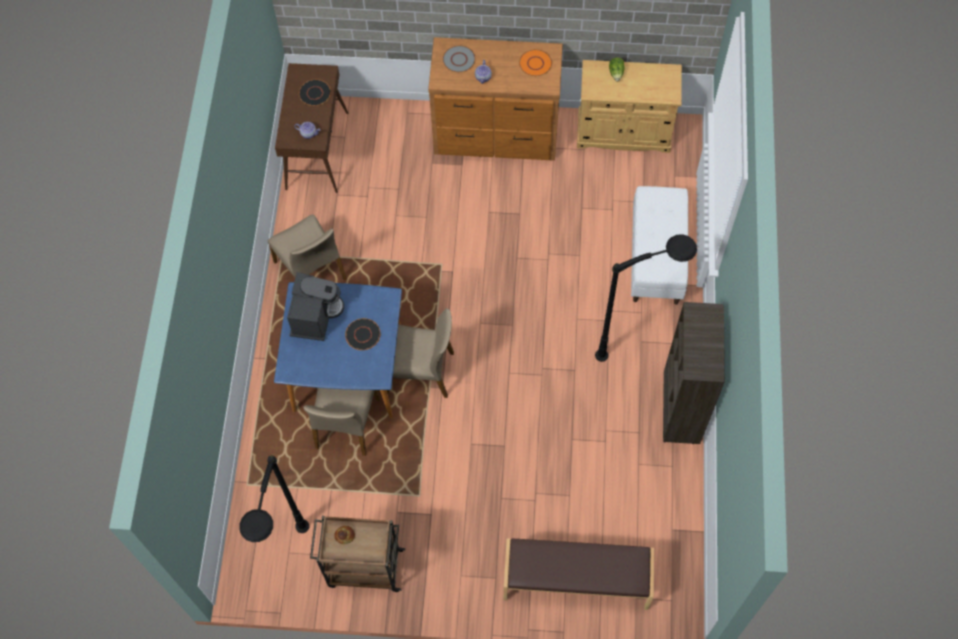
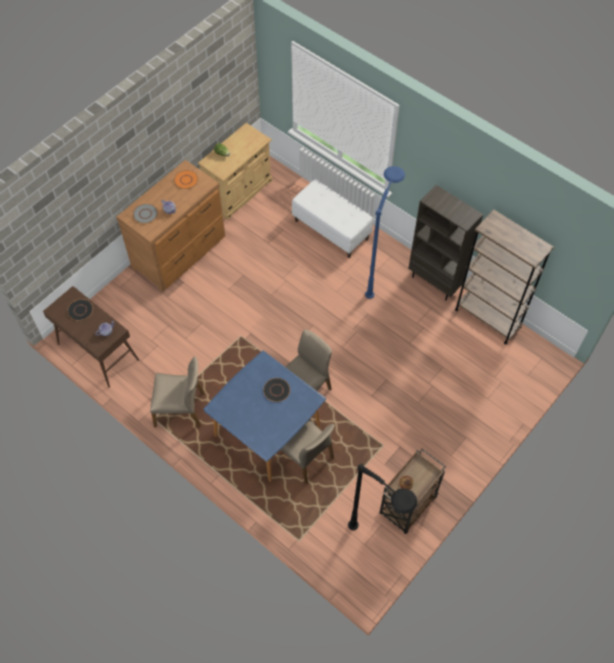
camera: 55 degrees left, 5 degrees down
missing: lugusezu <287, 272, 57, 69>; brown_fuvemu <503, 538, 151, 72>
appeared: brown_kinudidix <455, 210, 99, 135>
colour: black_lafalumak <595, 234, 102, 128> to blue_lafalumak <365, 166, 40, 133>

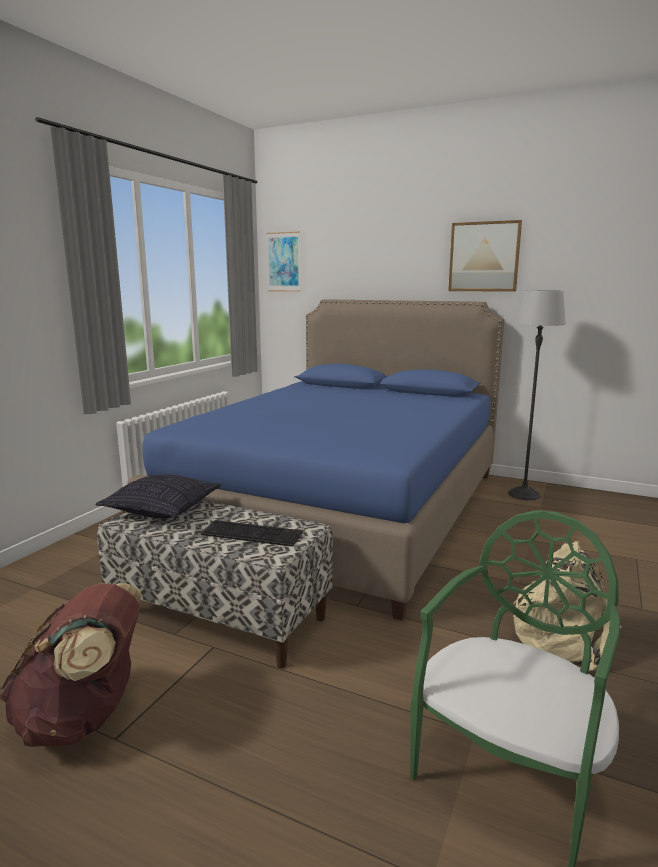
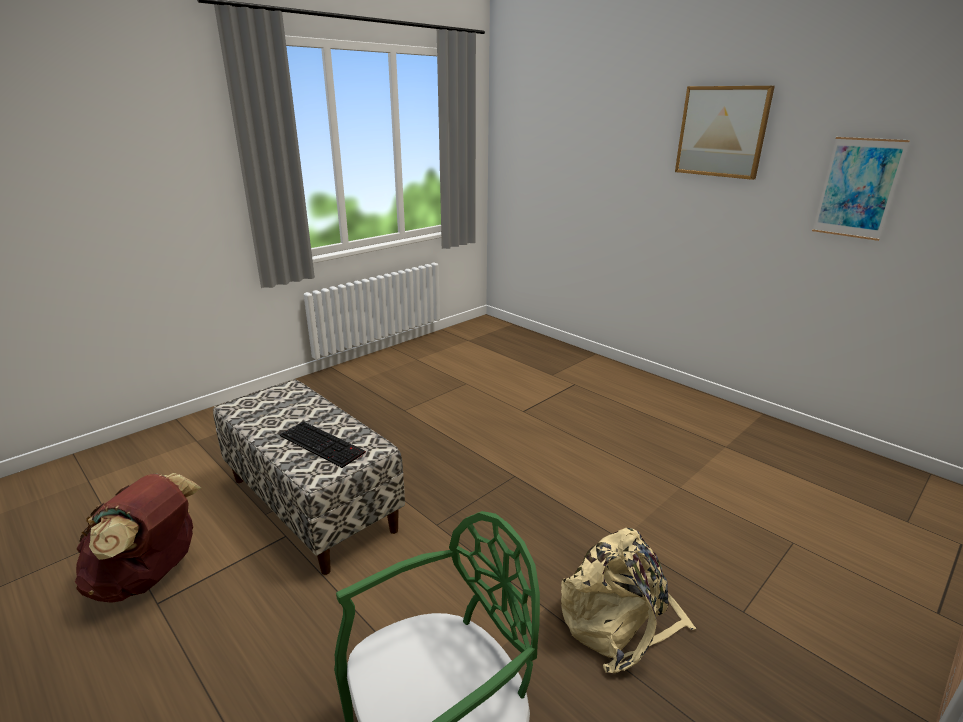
camera: 20 degrees right, 10 degrees up
missing: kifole <96, 474, 125, 44>; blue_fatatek <127, 299, 377, 321>; lafalumak <508, 290, 58, 211>
relocated: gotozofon <266, 232, 35, 60> to <812, 137, 98, 104>

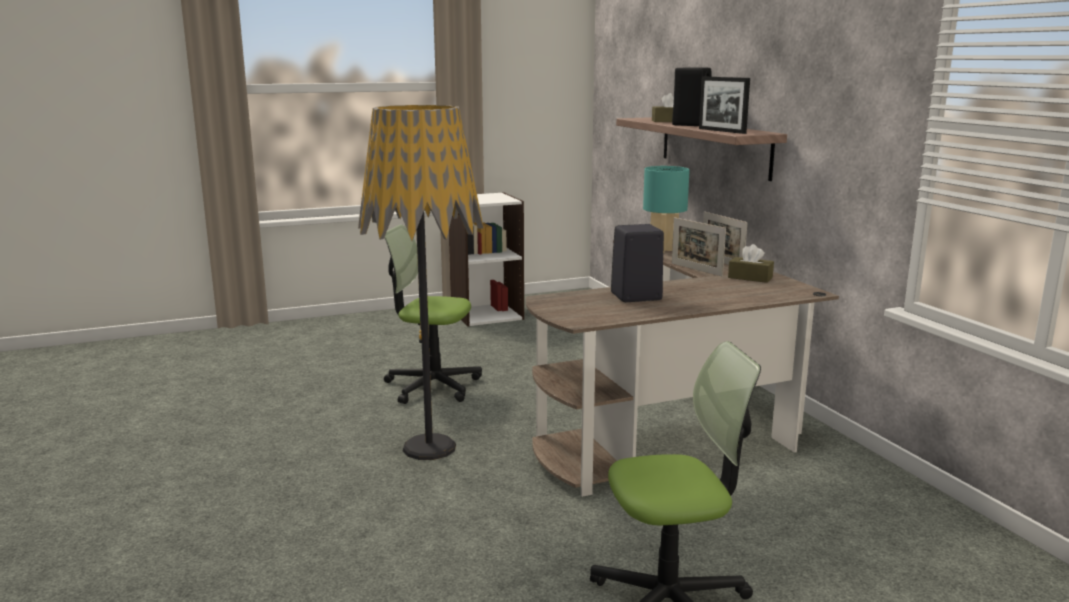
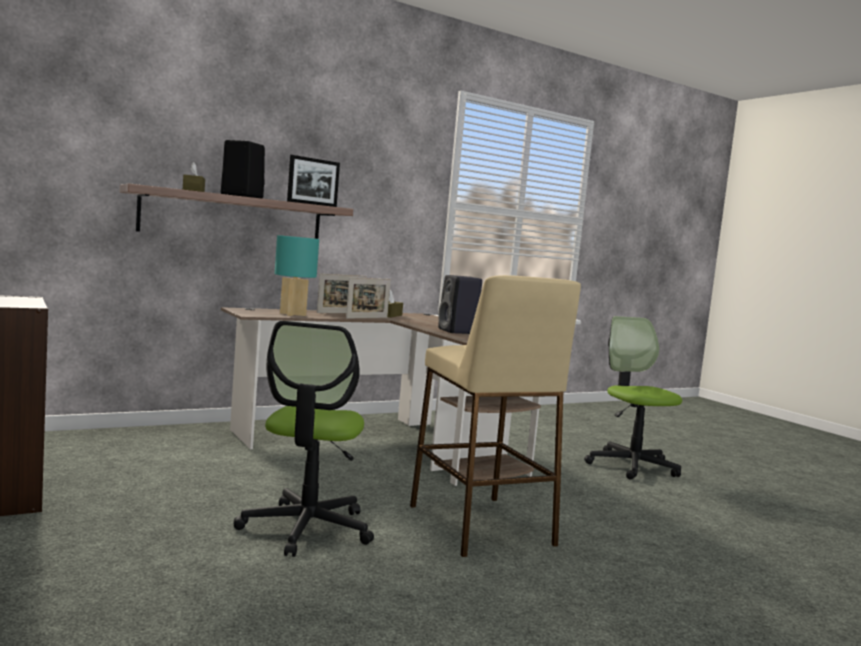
camera: 100 degrees left, 10 degrees down
exchanged: lafalumak <358, 105, 126, 355> to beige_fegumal <410, 275, 171, 282>

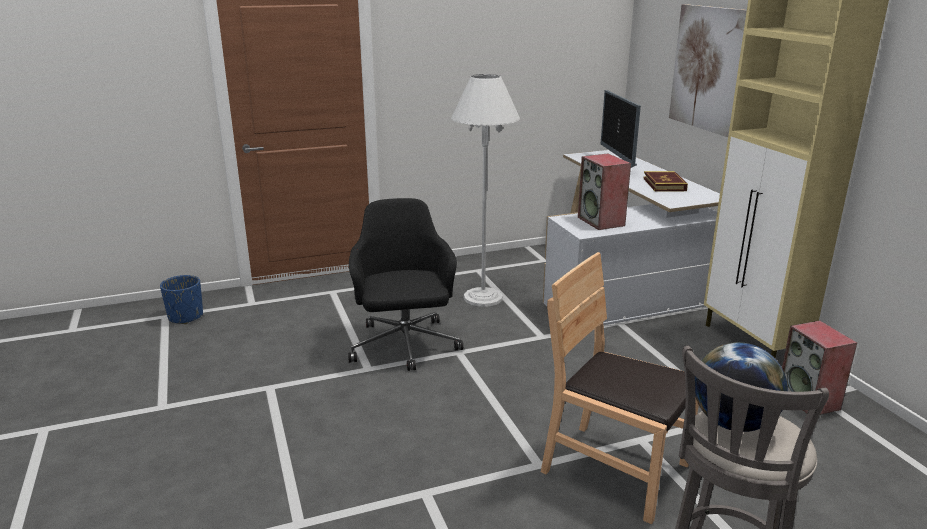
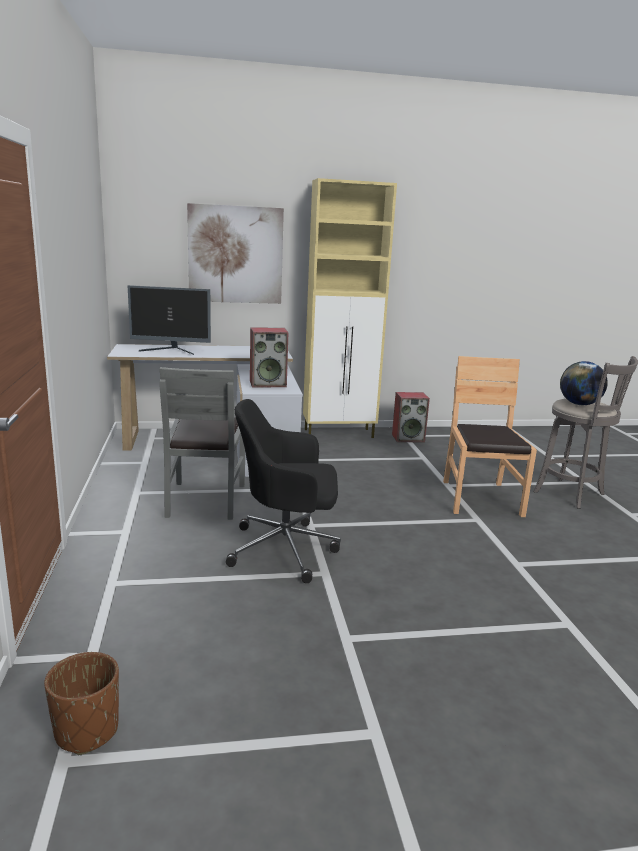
camera: 80 degrees left, 5 degrees down
missing: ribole <643, 171, 45, 21>
exchanged: white_lafalumak <451, 74, 69, 233> to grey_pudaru <159, 367, 86, 153>
colour: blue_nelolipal <160, 275, 43, 49> to brown_nelolipal <44, 652, 75, 103>
spun: brown_pudaru <541, 252, 158, 273> = <443, 356, 94, 161> 135 degrees clockwise

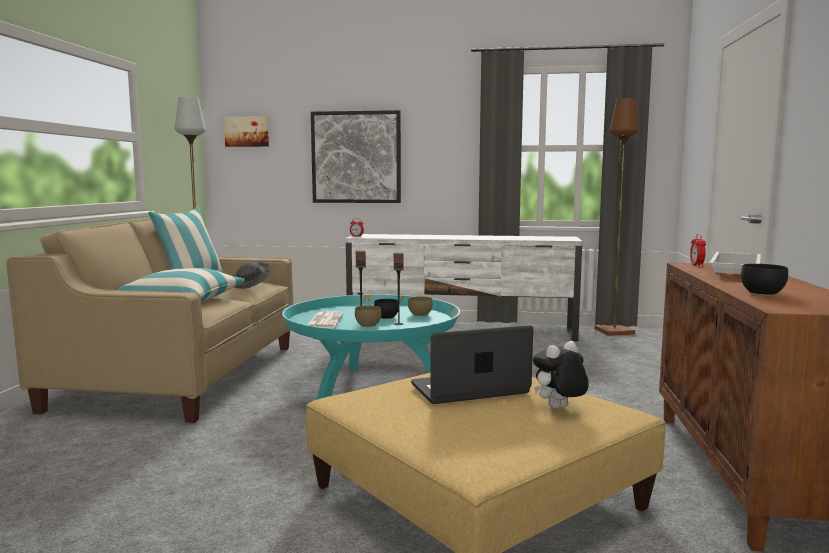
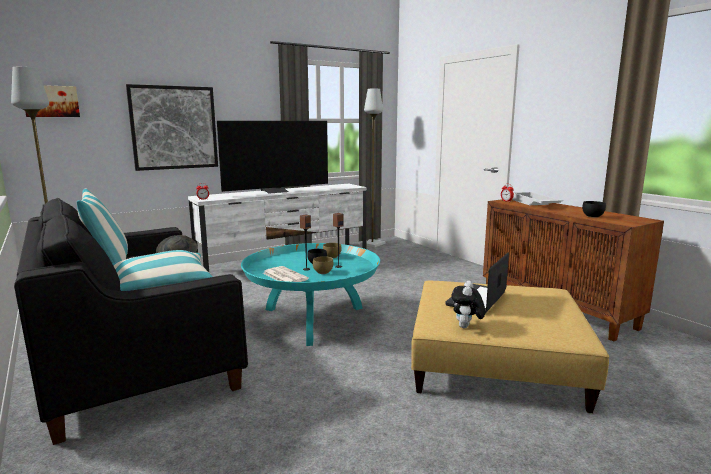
camera: 40 degrees left, 5 degrees up
appeared: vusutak <217, 121, 111, 73>
relocated: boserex <533, 341, 56, 68> to <451, 281, 34, 47>
colour: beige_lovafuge <6, 219, 288, 204> to black_lovafuge <14, 198, 234, 247>; brown_lafalumak <594, 99, 45, 237> to grey_lafalumak <359, 89, 27, 159>

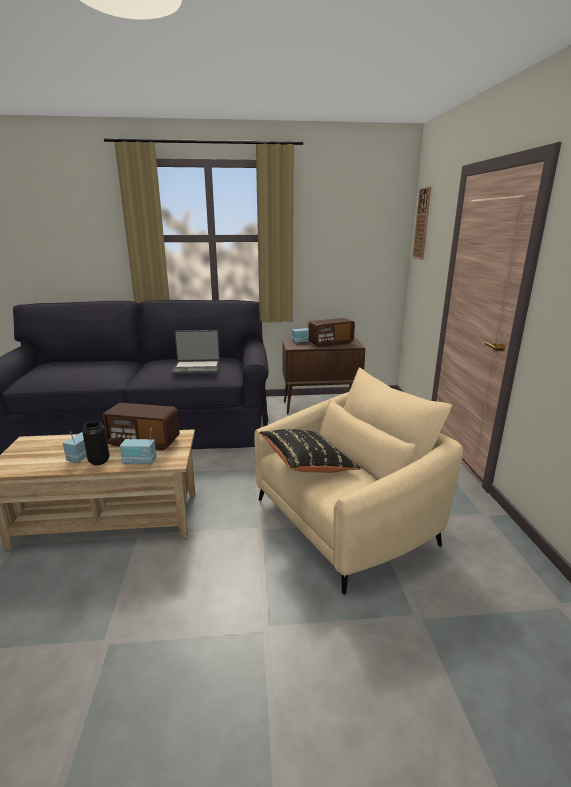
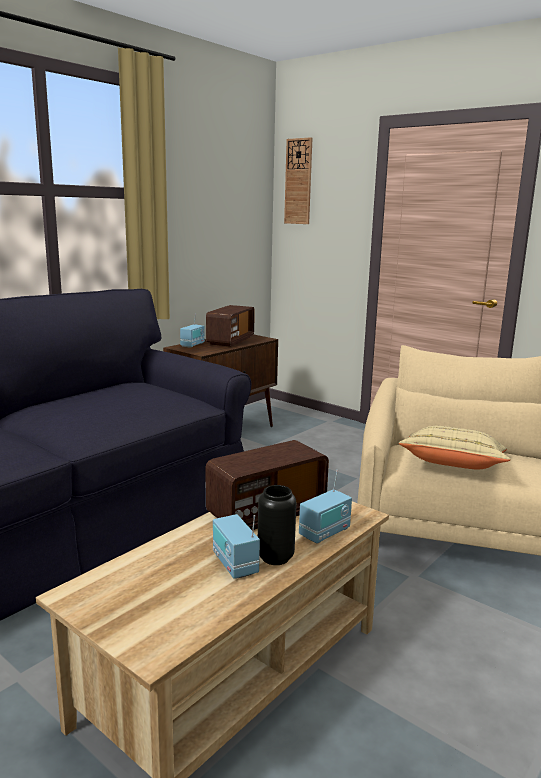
camera: 45 degrees left, 5 degrees down
missing: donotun <172, 330, 48, 44>
colour: black_kifole <259, 429, 102, 44> to beige_kifole <399, 426, 112, 43>

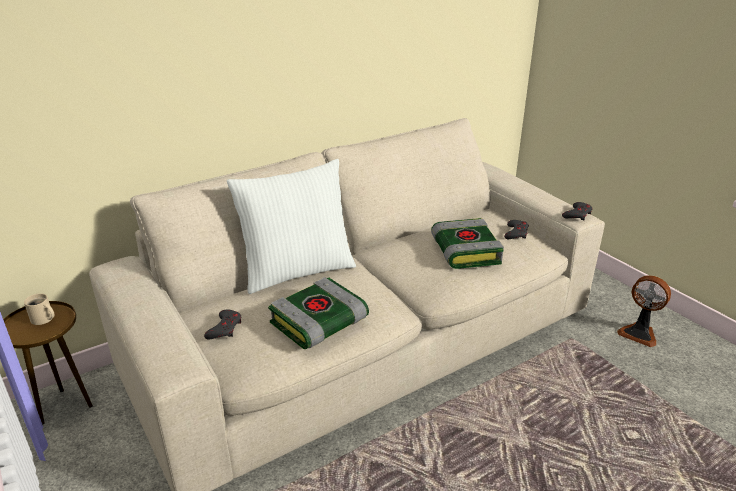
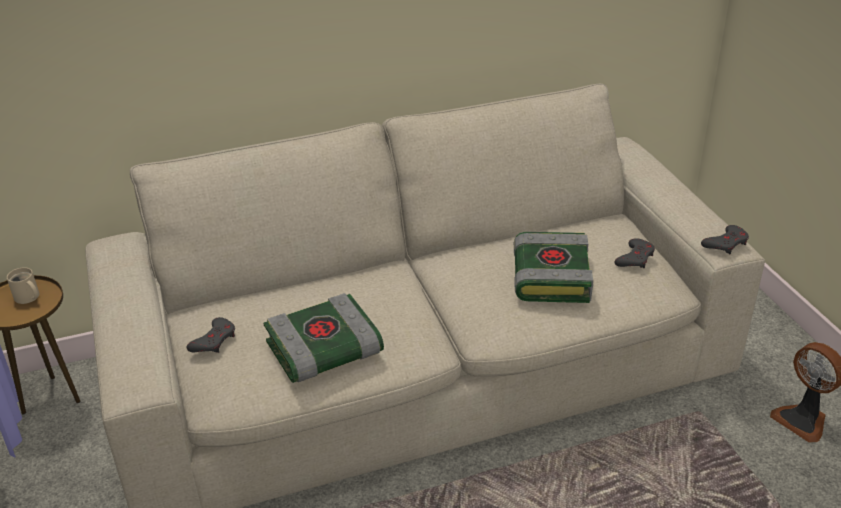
camera: 15 degrees right, 5 degrees up
missing: white_kifole <227, 159, 129, 135>

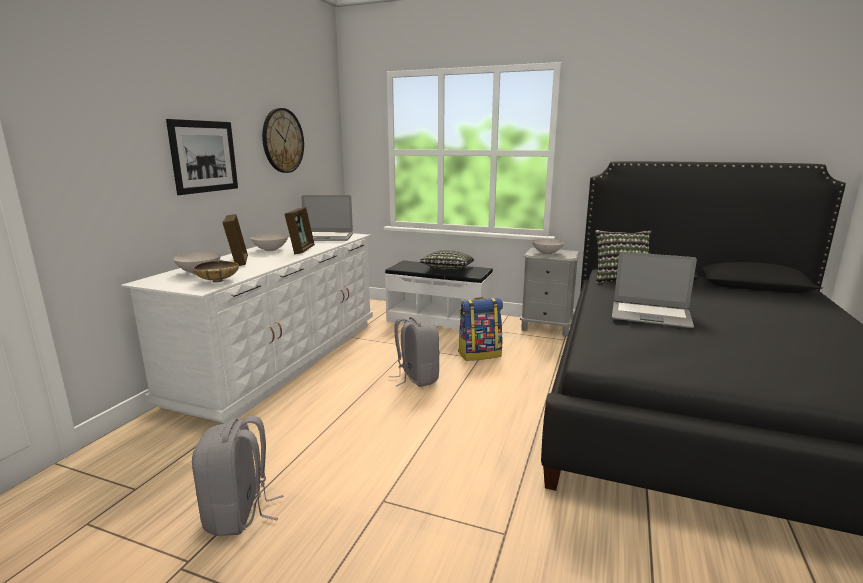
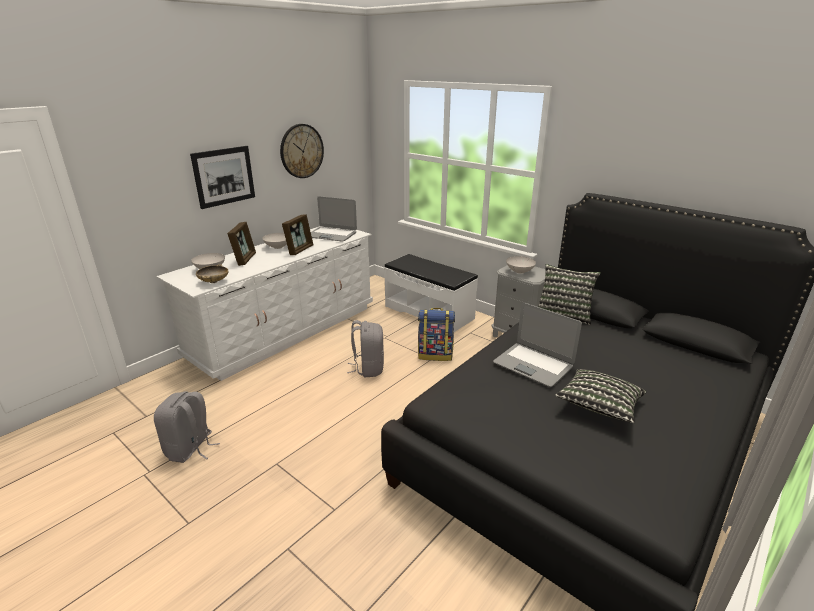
camera: 20 degrees right, 10 degrees up
relocated: kifole <419, 250, 55, 20> to <555, 369, 91, 54>

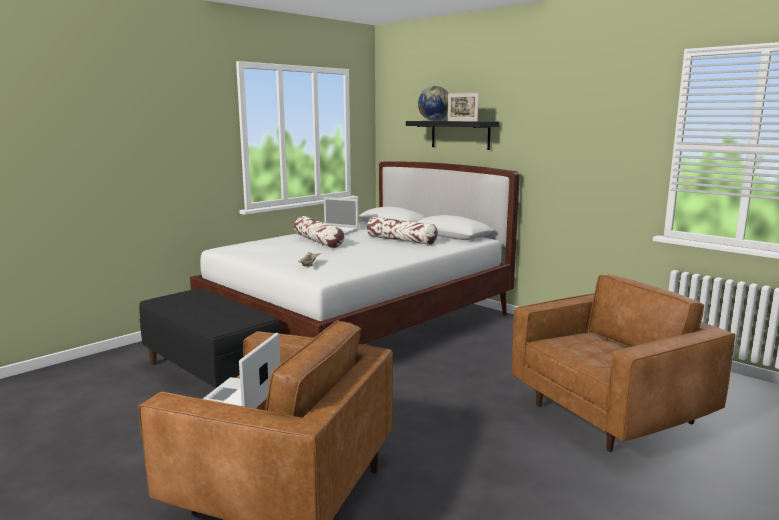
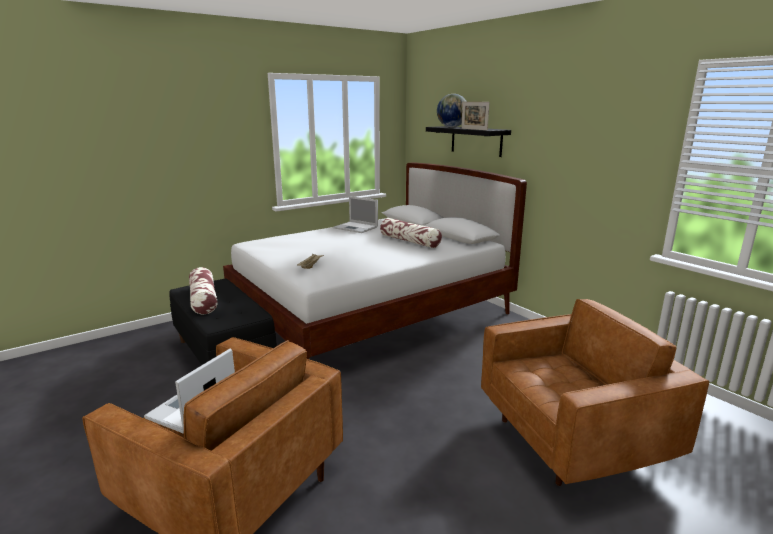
camera: 10 degrees right, 5 degrees up
relocated: kifole <294, 216, 51, 32> to <189, 267, 29, 47>

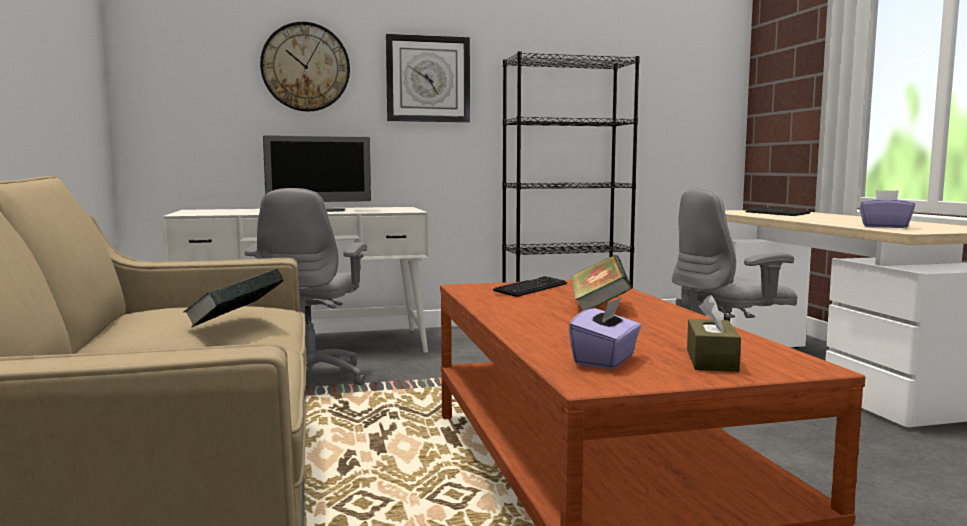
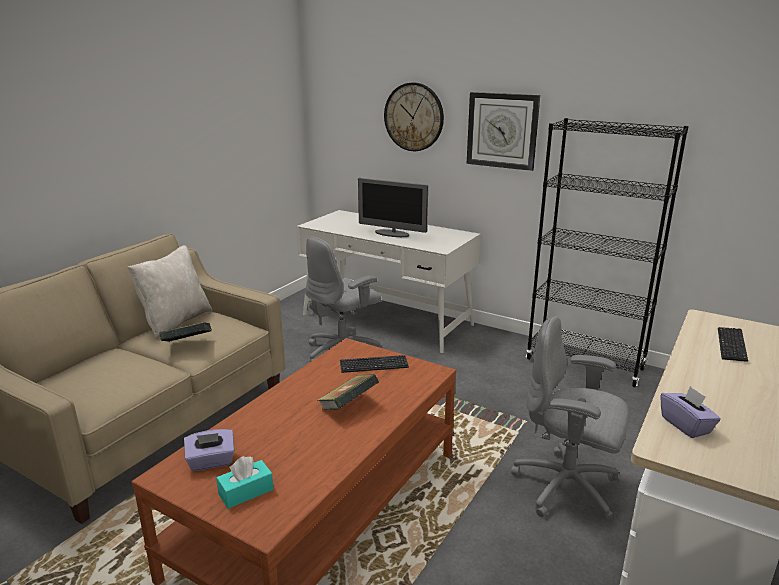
camera: 45 degrees right, 15 degrees up
appeared: beige_kifole <127, 245, 85, 95>
colour: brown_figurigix <687, 295, 54, 77> to turquoise_figurigix <216, 456, 58, 53>

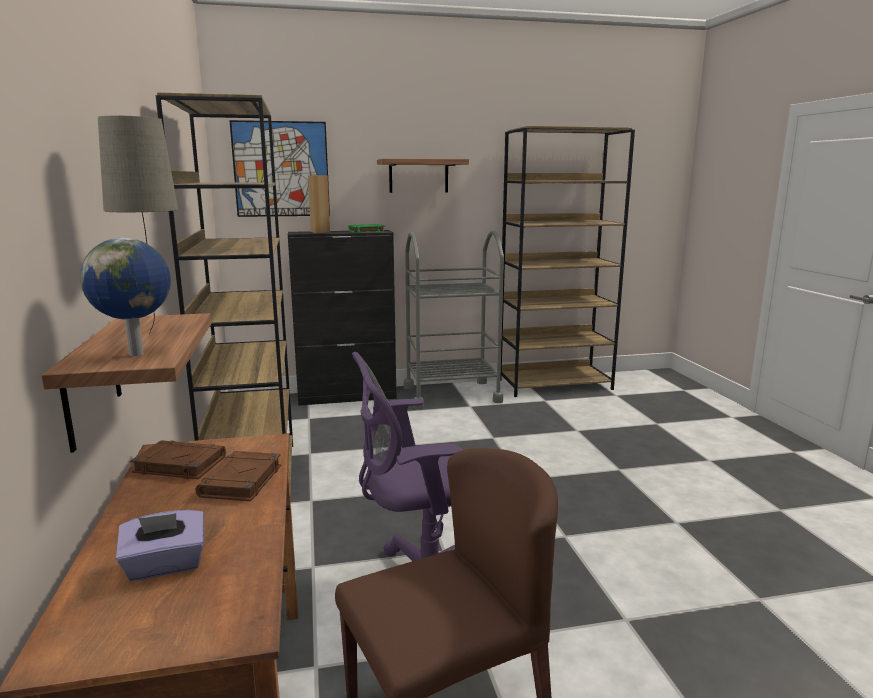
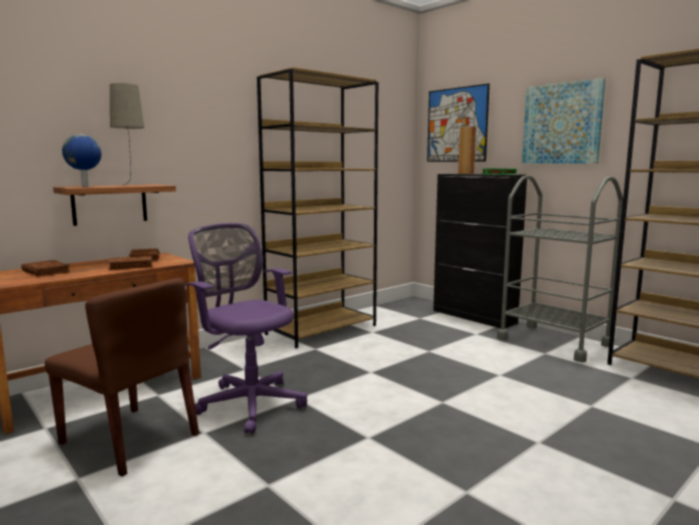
camera: 60 degrees right, 5 degrees down
exchanged: purple_figurigix <116, 510, 88, 71> to brown_ribole <21, 260, 50, 17>; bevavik <377, 159, 92, 34> to gotozofon <522, 78, 84, 86>

